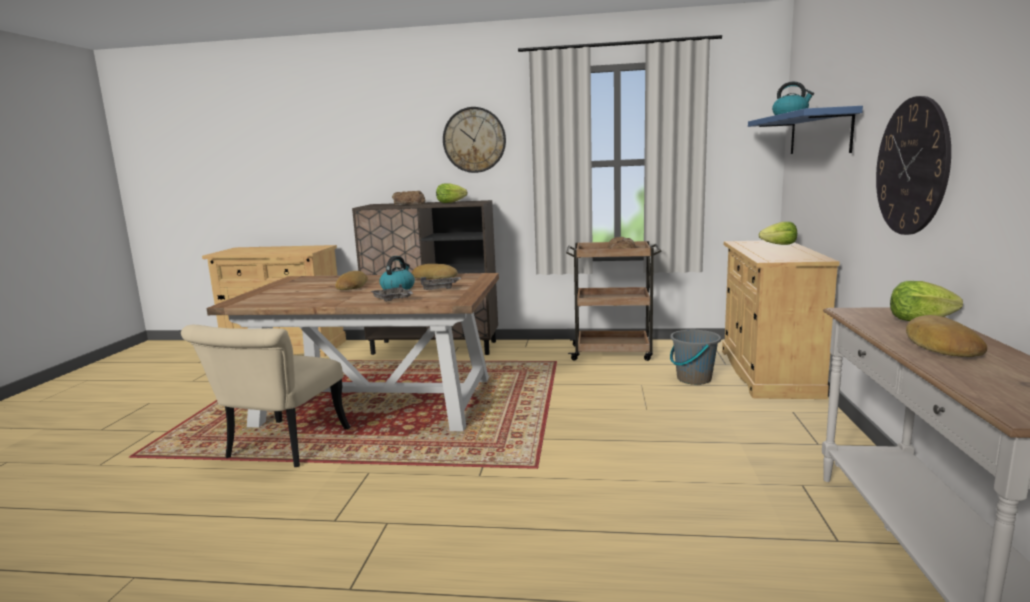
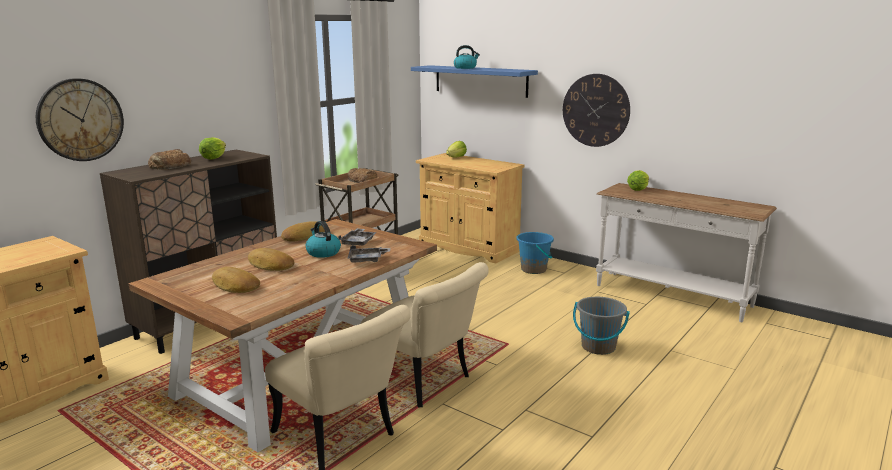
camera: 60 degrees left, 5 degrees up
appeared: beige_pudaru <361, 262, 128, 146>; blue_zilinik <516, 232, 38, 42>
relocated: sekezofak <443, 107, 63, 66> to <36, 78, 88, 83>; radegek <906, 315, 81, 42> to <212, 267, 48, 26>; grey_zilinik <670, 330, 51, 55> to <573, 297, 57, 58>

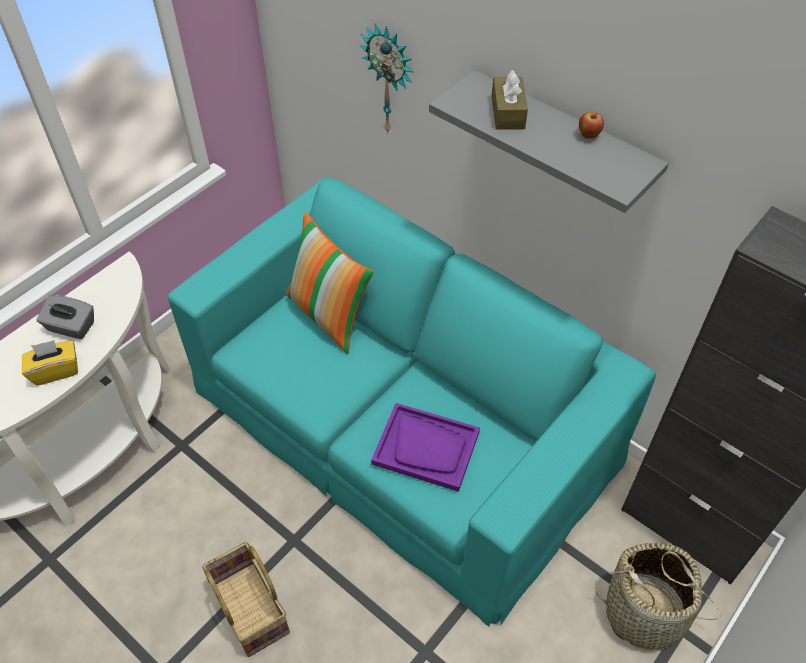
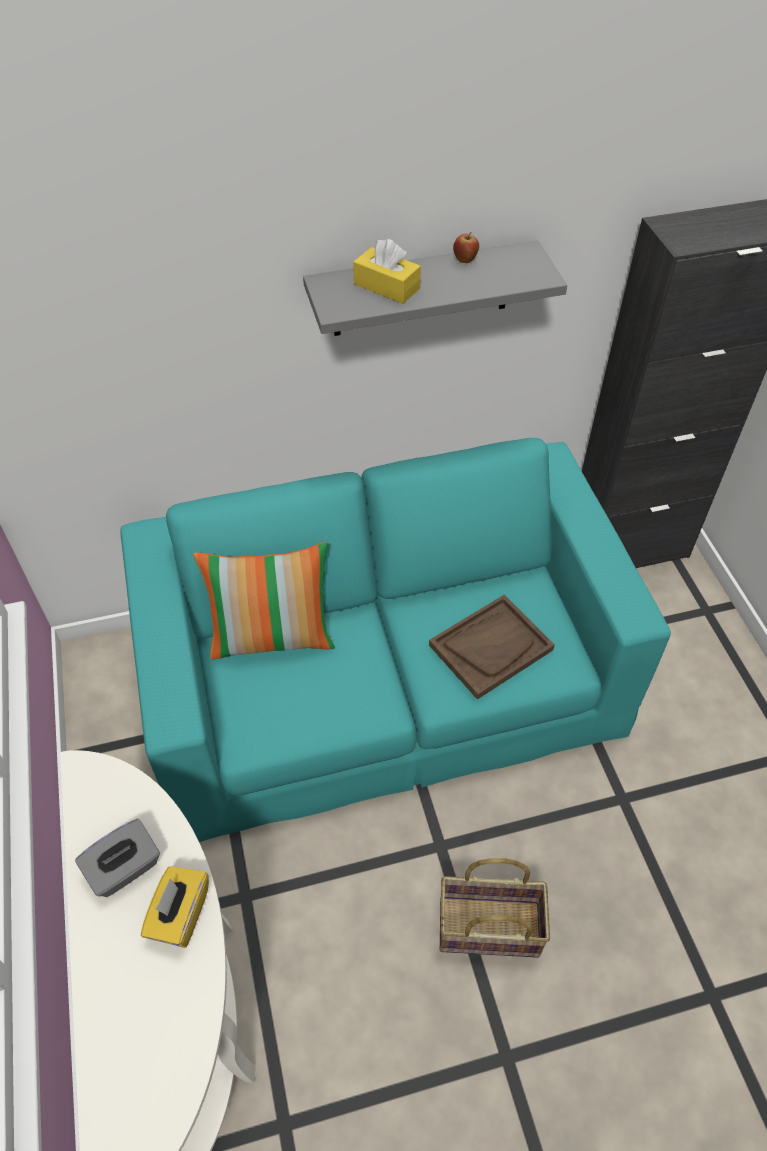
camera: 55 degrees left, 0 degrees up
missing: sekezofak <360, 23, 54, 111>; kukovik <596, 542, 123, 108>
colour: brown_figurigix <492, 70, 36, 60> to yellow_figurigix <353, 239, 68, 65>; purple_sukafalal <371, 403, 109, 89> to brown_sukafalal <429, 595, 126, 105>

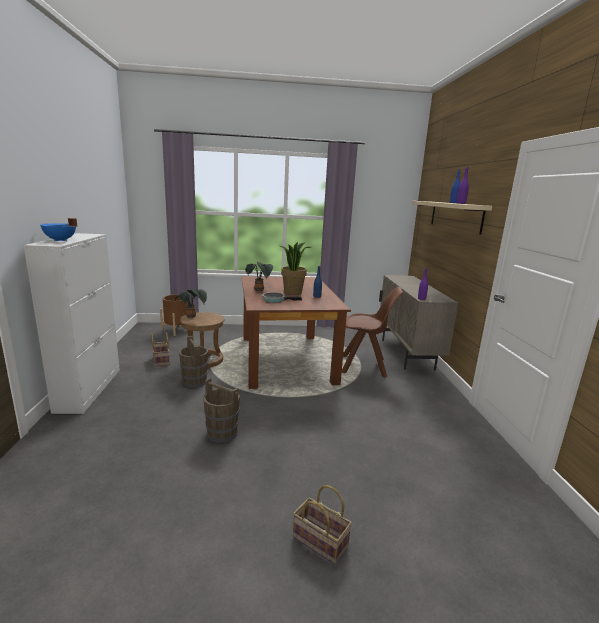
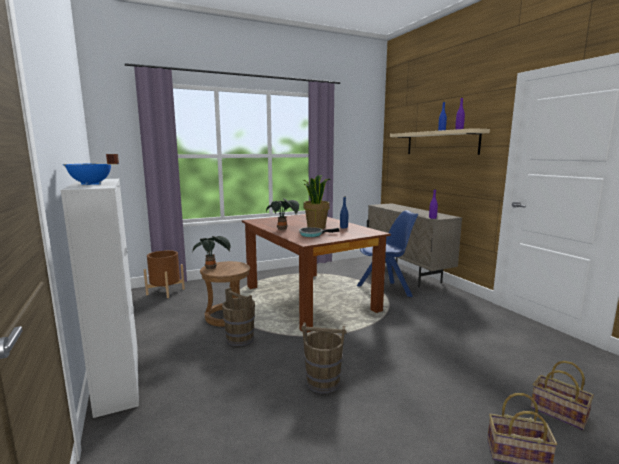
camera: 20 degrees left, 5 degrees down
relocated: kukovik <151, 332, 19, 35> to <531, 361, 63, 69>
colour: brown_pudaru <342, 287, 62, 91> to blue_pudaru <357, 210, 61, 87>

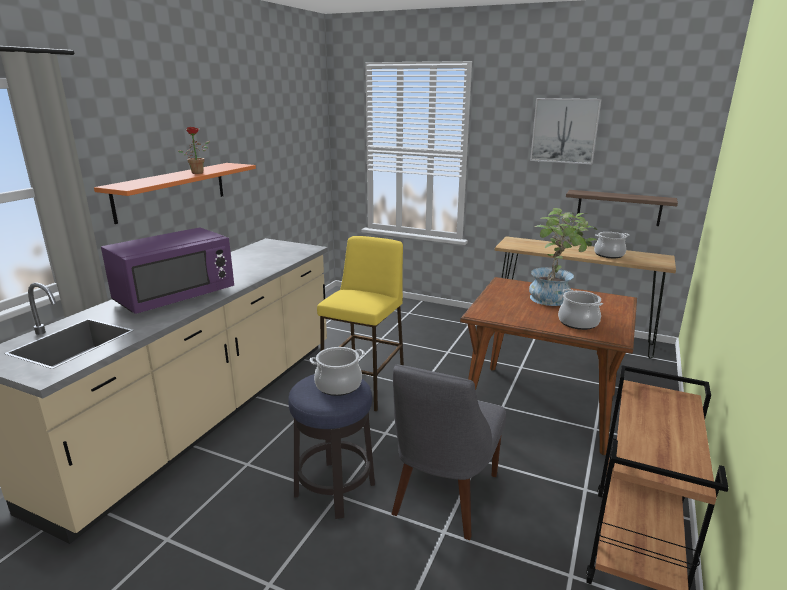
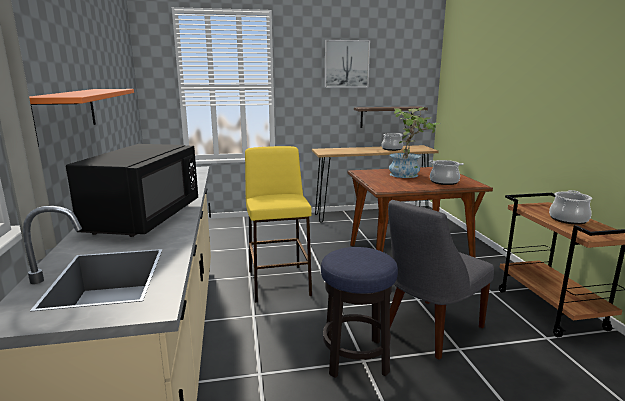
camera: 35 degrees left, 5 degrees down
missing: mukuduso <178, 127, 32, 47>
relocated: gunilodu <310, 347, 55, 49> to <549, 190, 43, 34>
colour: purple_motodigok <101, 228, 133, 86> to black_motodigok <66, 144, 132, 93>
spun: grey_pudaru <392, 365, 114, 175> = <388, 200, 106, 159> 60 degrees clockwise

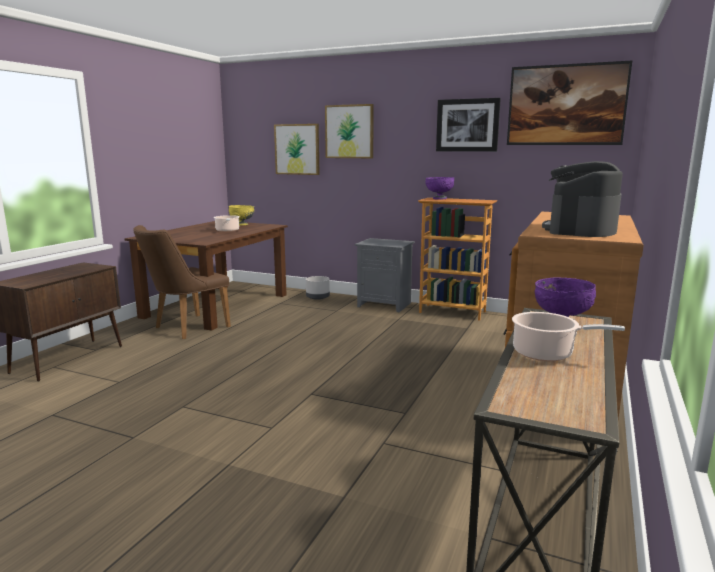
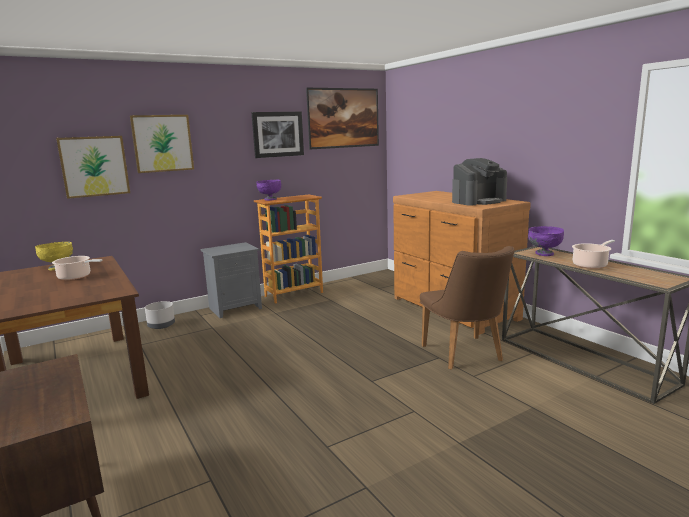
camera: 55 degrees left, 0 degrees up
relocated: brown_pudaru <133, 225, 98, 114> to <420, 246, 94, 124>
spun: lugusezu <542, 161, 81, 76> = <452, 158, 55, 47> 90 degrees counterclockwise

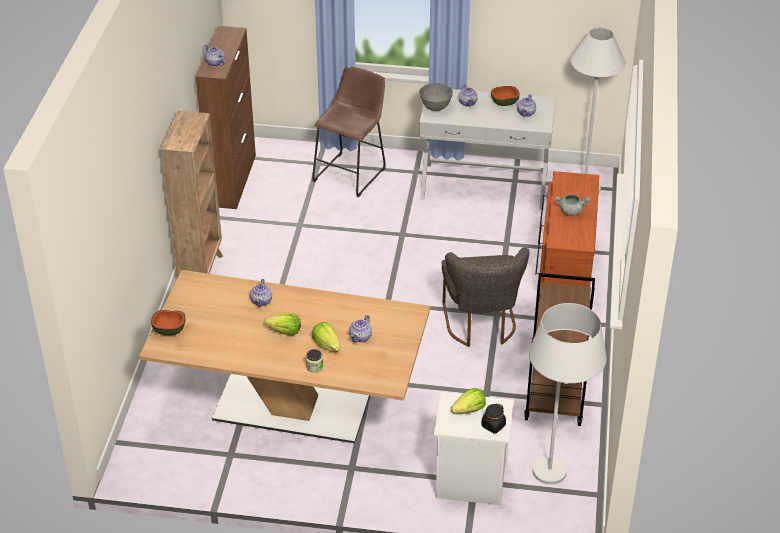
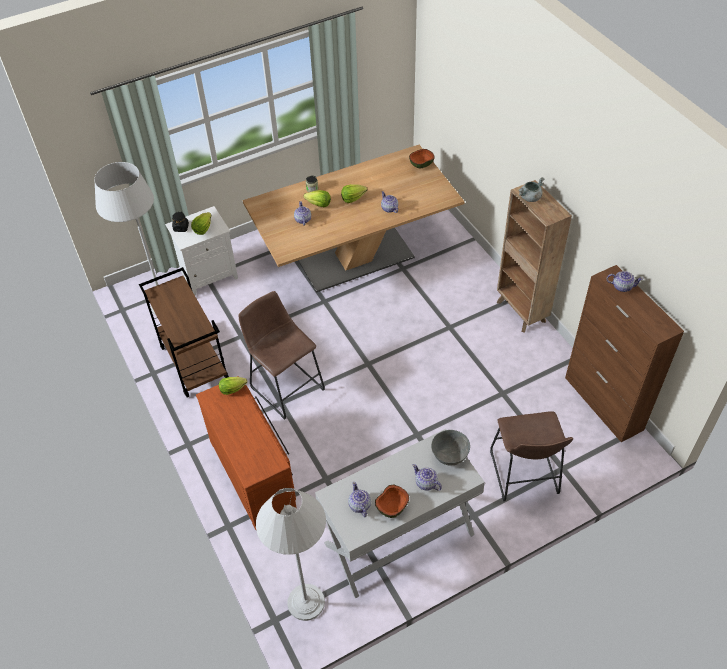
camera: 145 degrees right, 10 degrees up
appeared: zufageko <219, 377, 28, 18>
relocated: grey_gunilodu <556, 194, 34, 22> to <519, 177, 25, 25>
exchanged: grey_pudaru <442, 247, 88, 100> to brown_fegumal <238, 291, 87, 129>

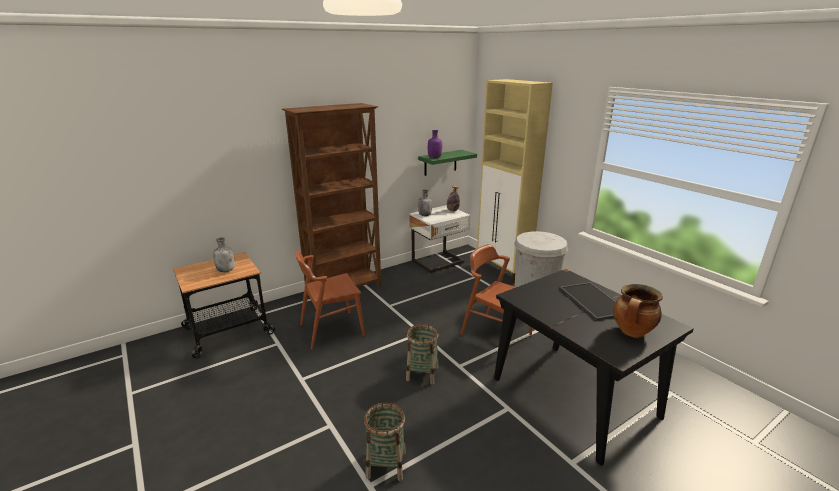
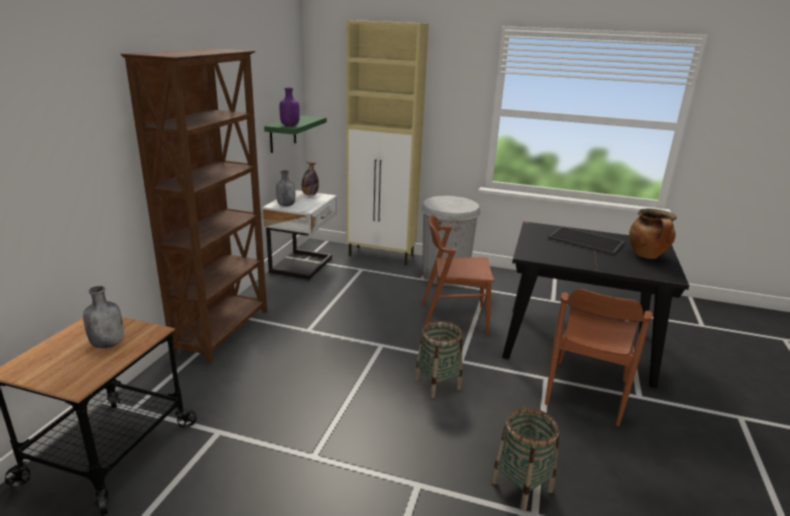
camera: 40 degrees left, 0 degrees up
relocated: brown_pudaru <295, 250, 70, 99> to <545, 289, 107, 137>

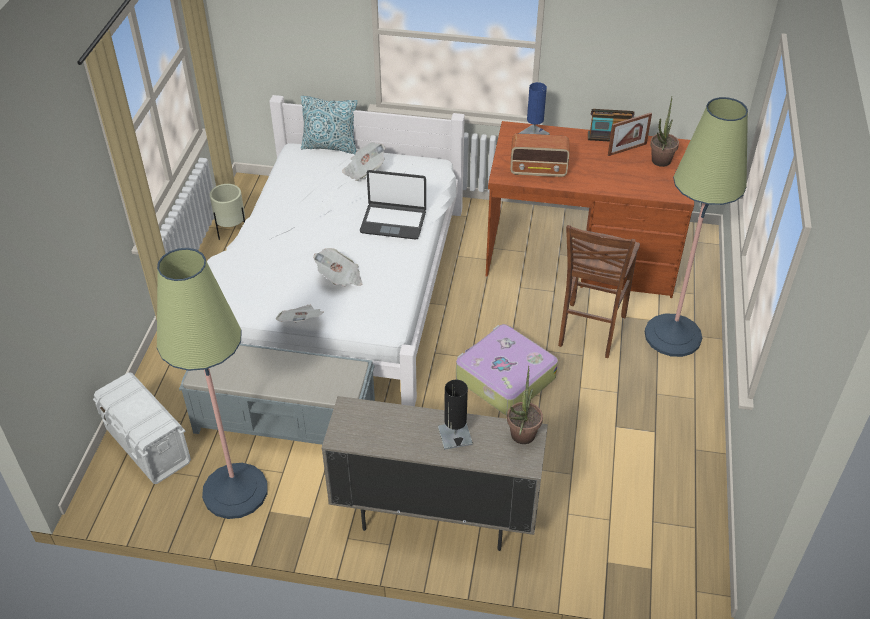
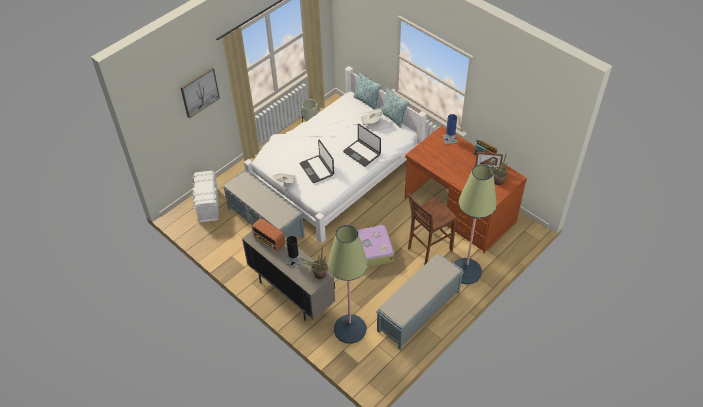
camera: 35 degrees right, 5 degrees up
appeared: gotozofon <180, 67, 40, 51>; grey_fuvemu <376, 254, 88, 96>; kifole <381, 87, 28, 41>
relocated: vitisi <510, 134, 59, 43> to <252, 218, 33, 34>; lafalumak <157, 248, 111, 271> to <328, 225, 40, 119>
exchanged: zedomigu <313, 248, 49, 38> to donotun <300, 140, 34, 43>

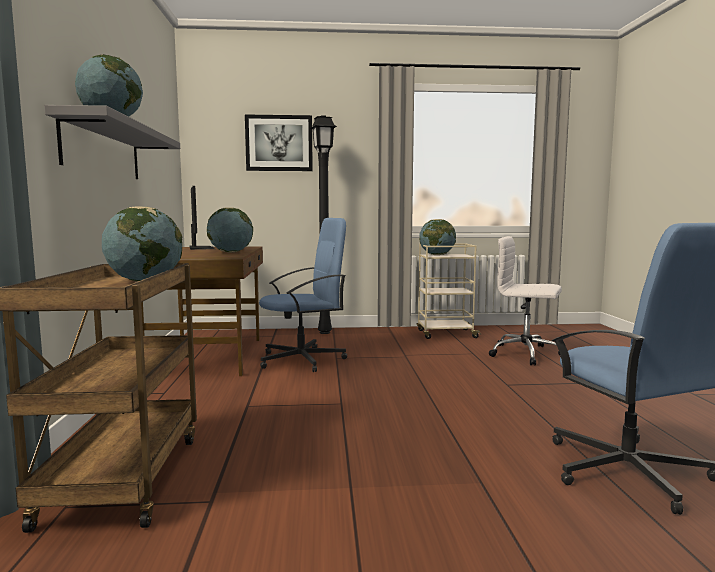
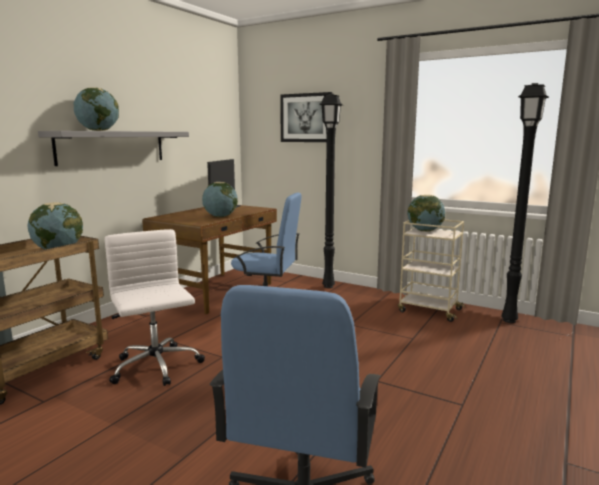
camera: 35 degrees right, 5 degrees up
appeared: black_lafalumak <501, 83, 48, 240>
relocated: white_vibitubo <489, 236, 73, 129> to <105, 229, 100, 157>

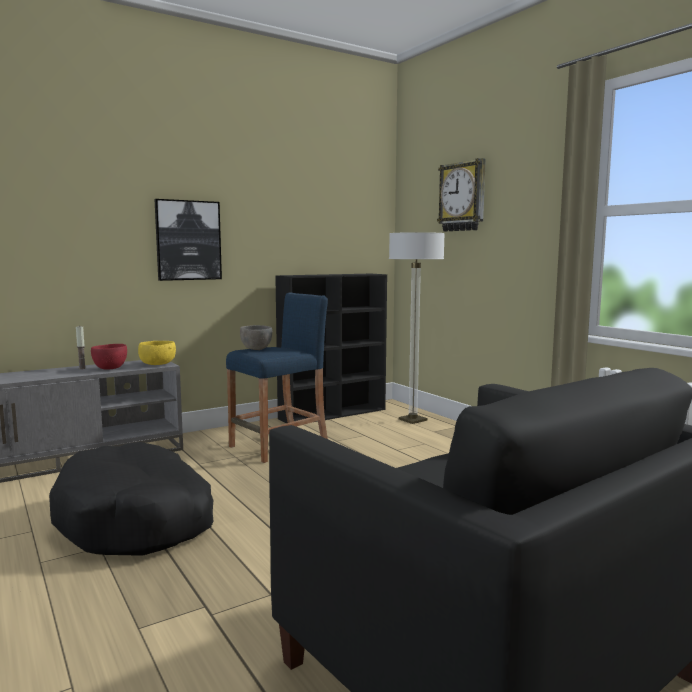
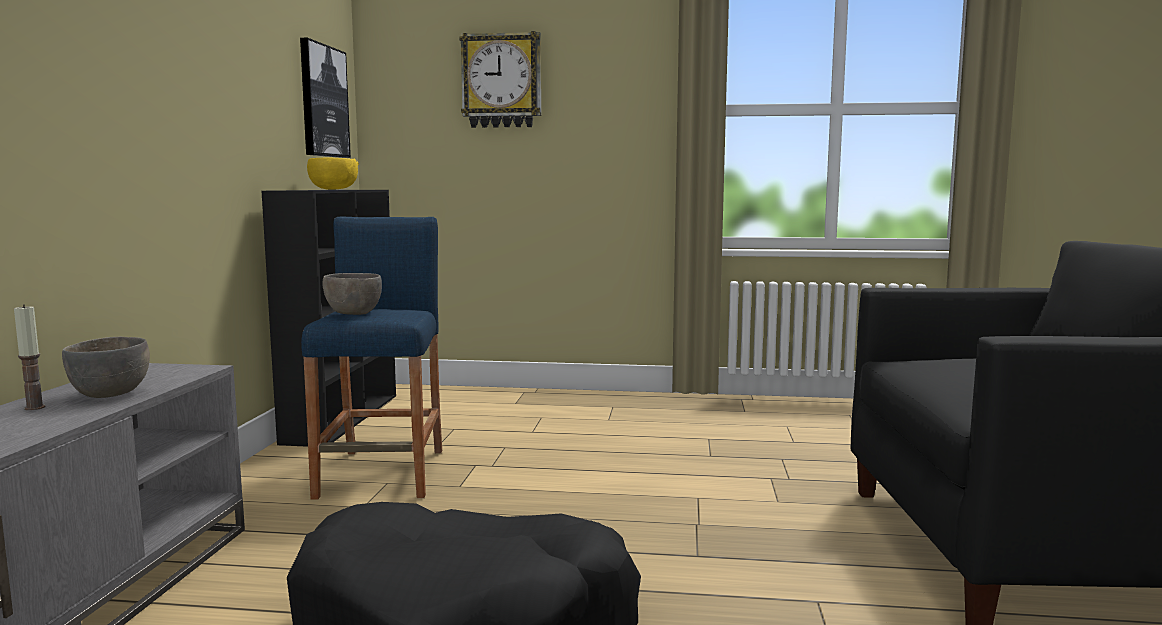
camera: 50 degrees left, 0 degrees up
missing: lafalumak <389, 232, 56, 192>
relocated: gotozofon <154, 199, 68, 82> to <300, 38, 51, 120>; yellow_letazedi <138, 341, 38, 24> to <307, 158, 52, 32>
colour: red_letazedi <91, 344, 36, 26> to grey_letazedi <62, 337, 88, 61>

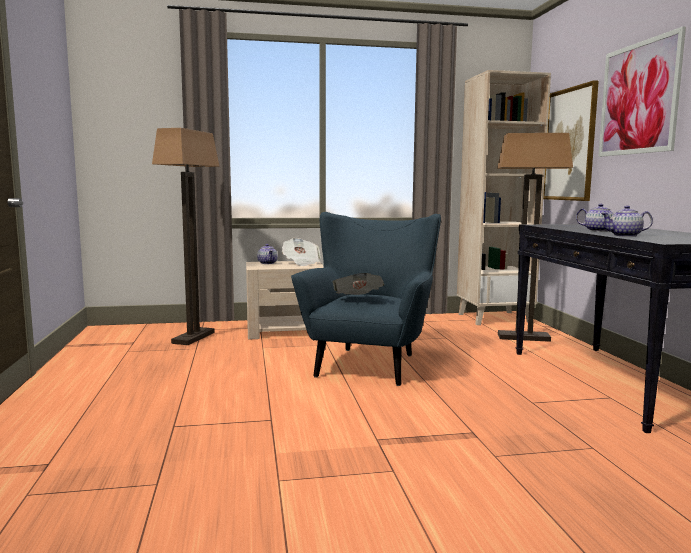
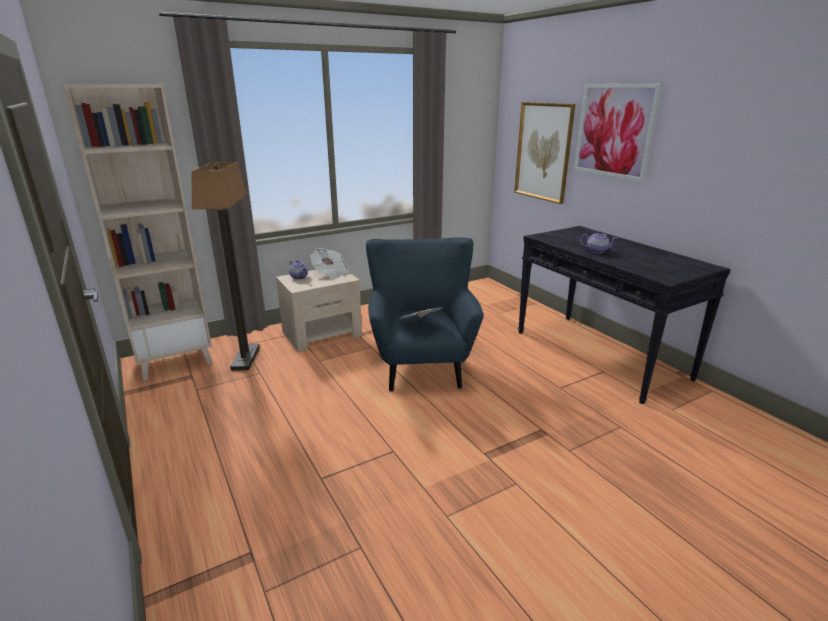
camera: 20 degrees left, 15 degrees up
missing: lafalumak <497, 133, 76, 209>; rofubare <601, 205, 52, 32>
relocated: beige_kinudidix <457, 70, 94, 255> to <63, 84, 150, 297>

